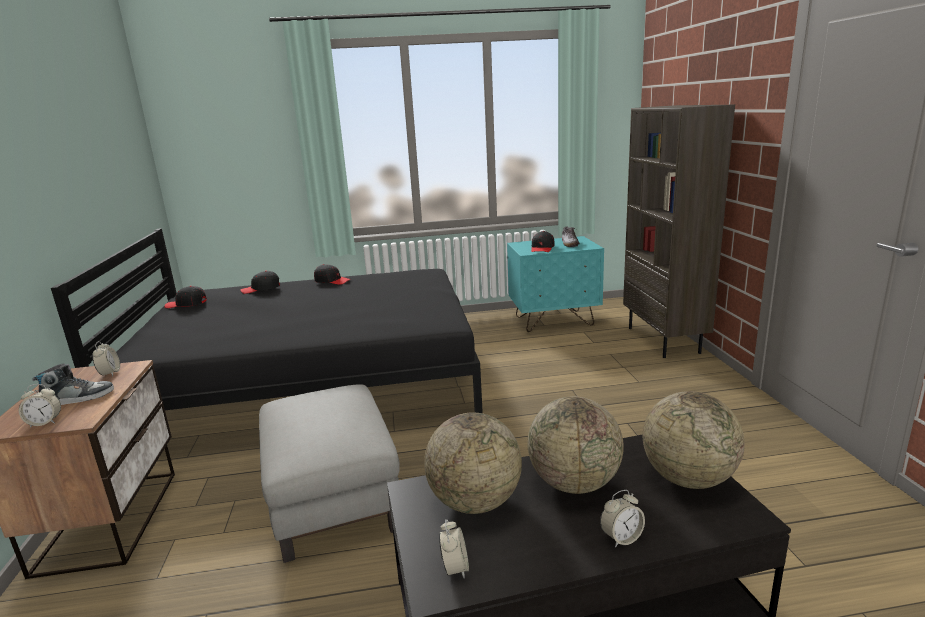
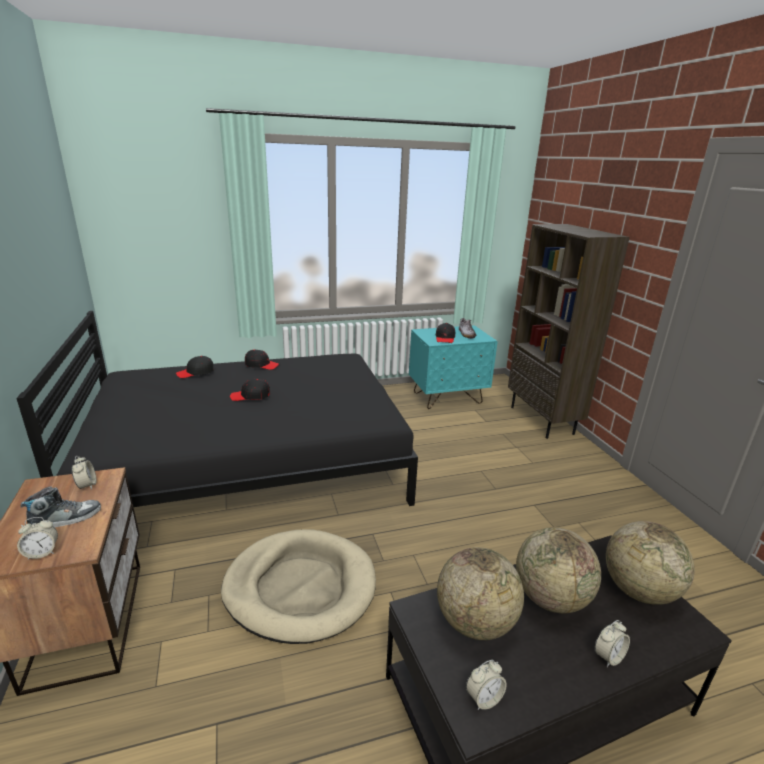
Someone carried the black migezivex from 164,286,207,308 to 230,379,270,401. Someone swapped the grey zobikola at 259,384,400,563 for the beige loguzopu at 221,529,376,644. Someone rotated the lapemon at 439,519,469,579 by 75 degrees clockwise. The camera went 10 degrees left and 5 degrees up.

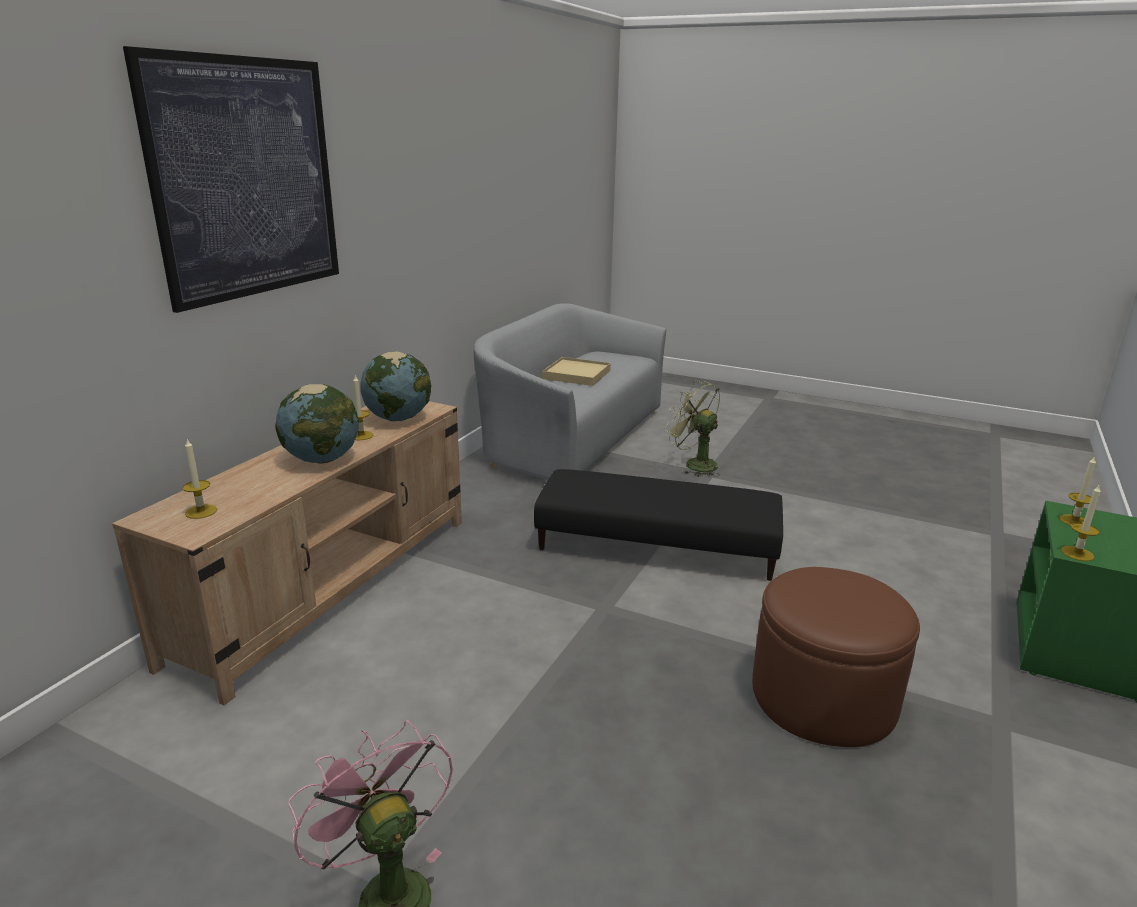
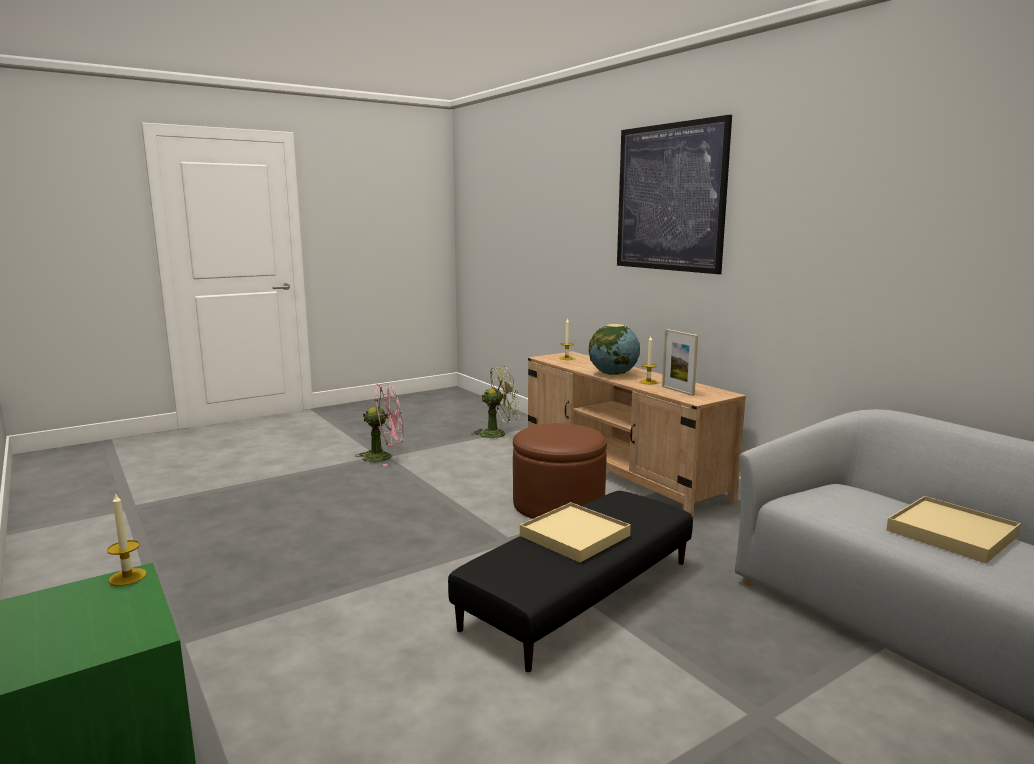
Someone swapped the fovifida at 360,351,431,421 for the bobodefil at 662,329,698,396. Someone carried the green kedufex from 665,381,720,477 to 471,366,520,440. Someone carried the brown zobikola from 752,567,920,747 to 513,423,607,519. Someone took away the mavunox at 1059,456,1096,526. Someone put down the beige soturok at 520,502,631,563. The camera went 120 degrees right and 10 degrees down.

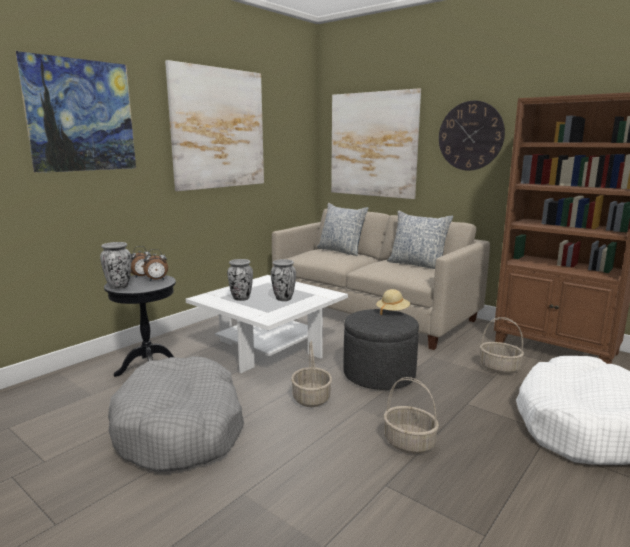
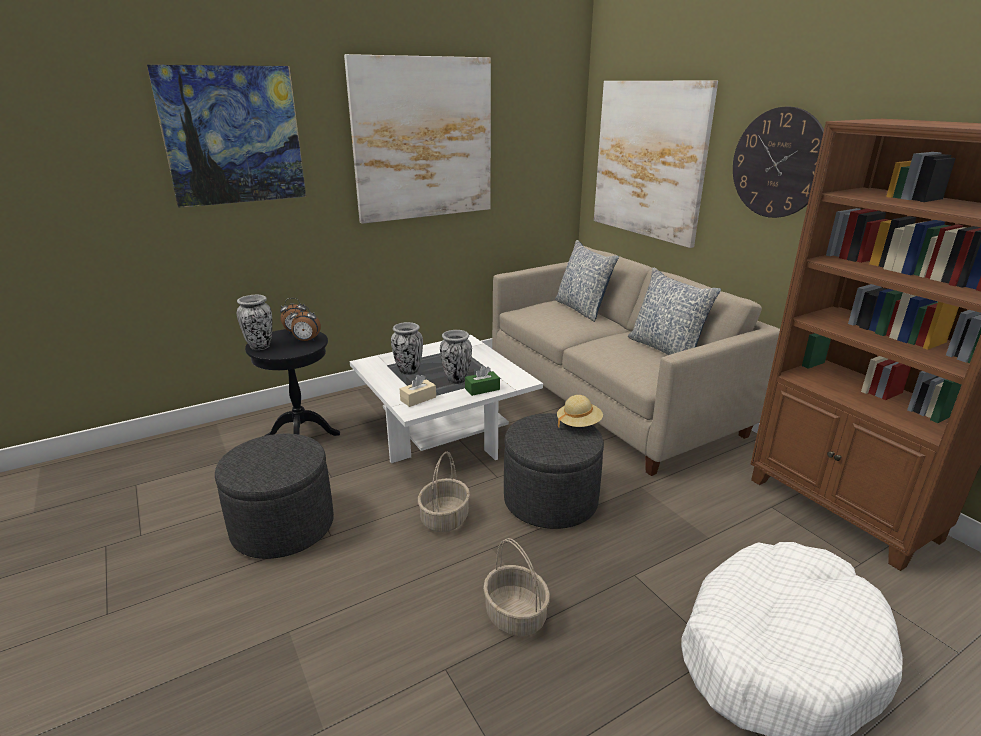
Someone swapped the grey loguzopu at 108,356,244,472 for the grey zobikola at 215,433,334,559. Someone took away the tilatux at 480,317,524,374. Someone put down the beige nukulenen at 400,375,436,407. Someone put down the green nukulenen at 465,366,500,396. The camera went 20 degrees right and 10 degrees up.

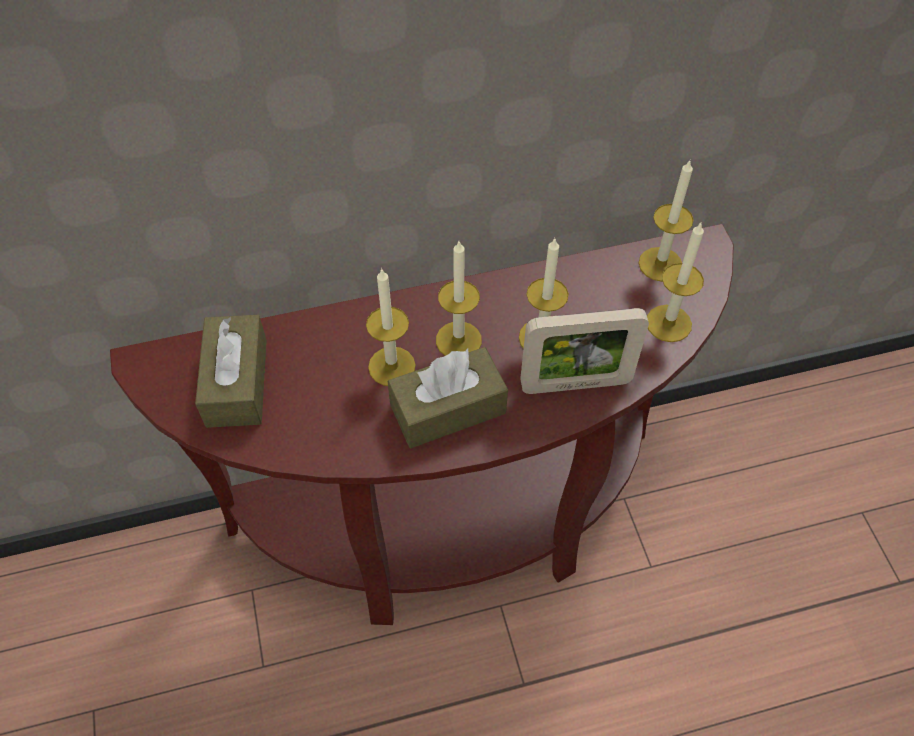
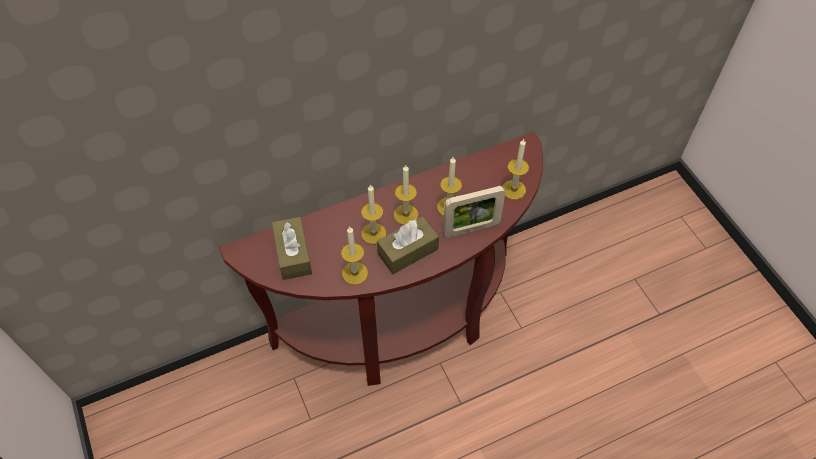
Someone carried the mavunox from 639,159,694,282 to 341,227,368,285. The camera went 10 degrees left and 0 degrees up.

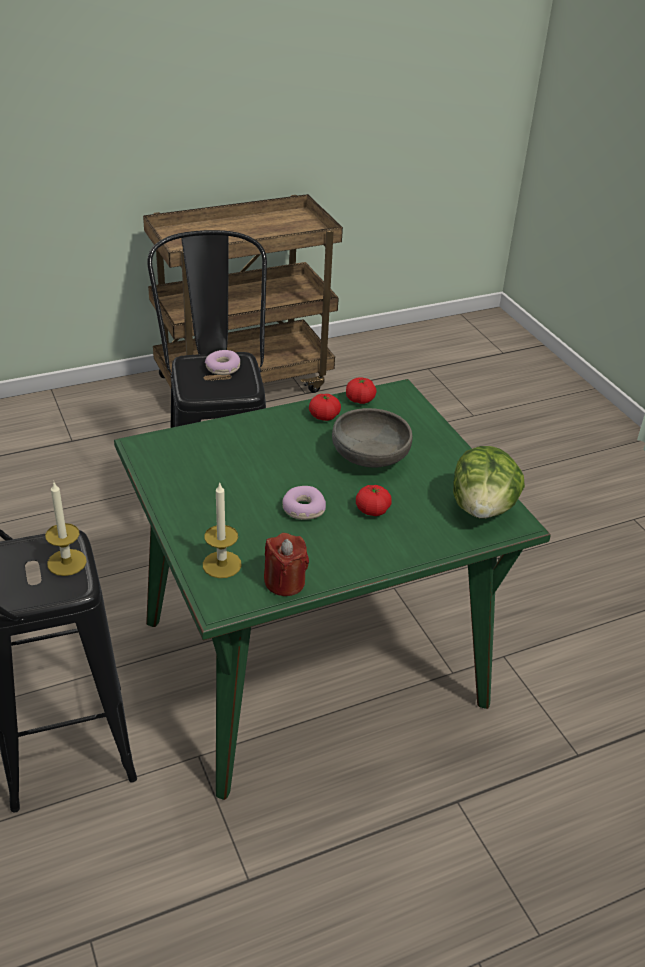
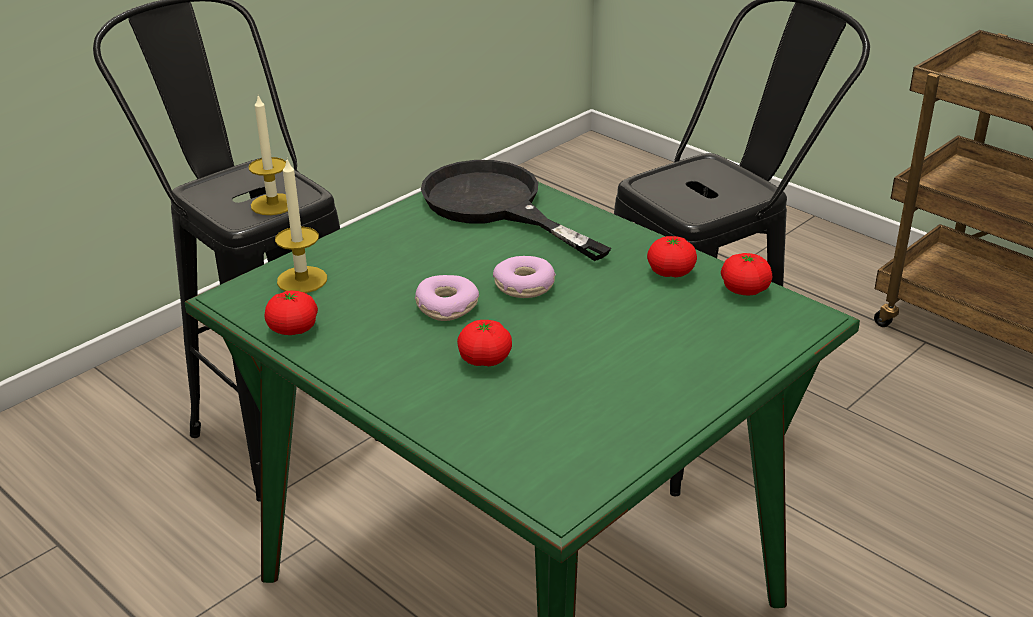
Someone carried the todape from 205,350,240,375 to 493,256,556,298. Someone swapped the red mavunox at 264,533,309,596 for the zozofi at 264,290,318,335. Someone took away the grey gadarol at 332,408,413,467. Someone took away the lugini at 453,446,525,518. Someone put down the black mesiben at 421,160,611,261. The camera went 70 degrees right and 5 degrees down.

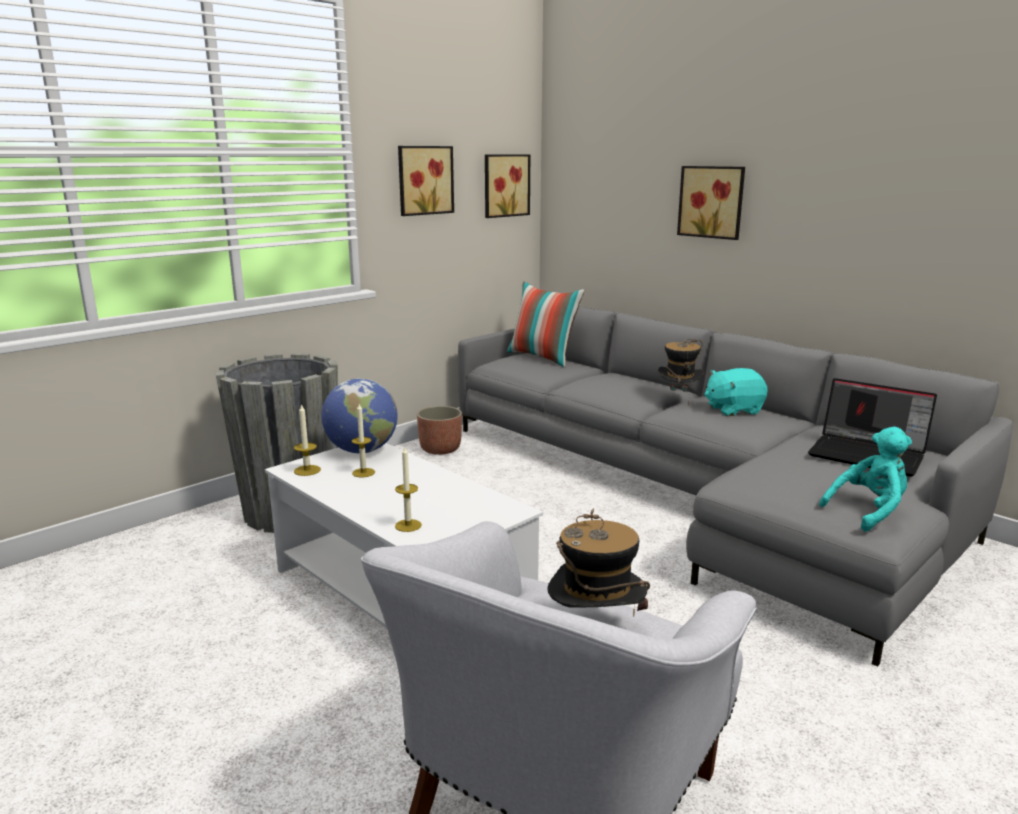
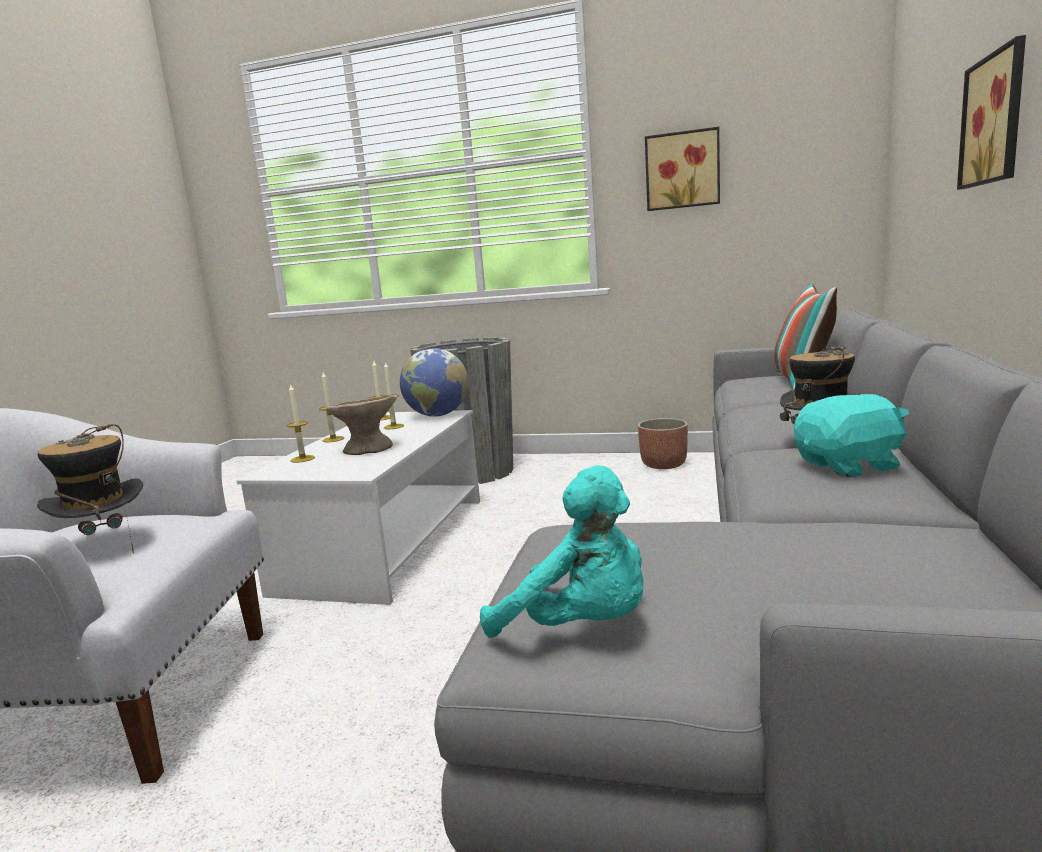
Someone took away the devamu at 485,154,530,218. Someone rotated the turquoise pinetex at 704,368,768,416 by 120 degrees clockwise. Someone took away the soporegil at 808,378,937,477. Someone put down the mavunox at 319,372,344,442. Someone put down the beige gadarol at 326,395,397,455. The camera went 60 degrees right and 5 degrees down.

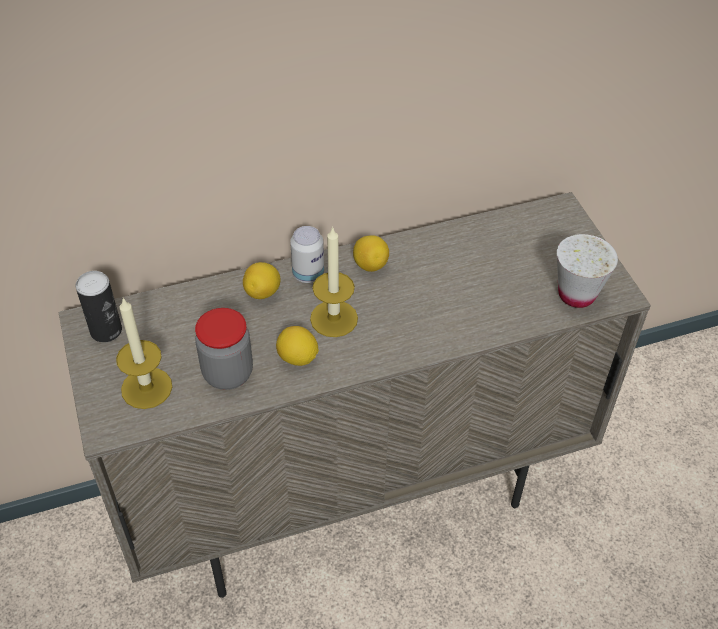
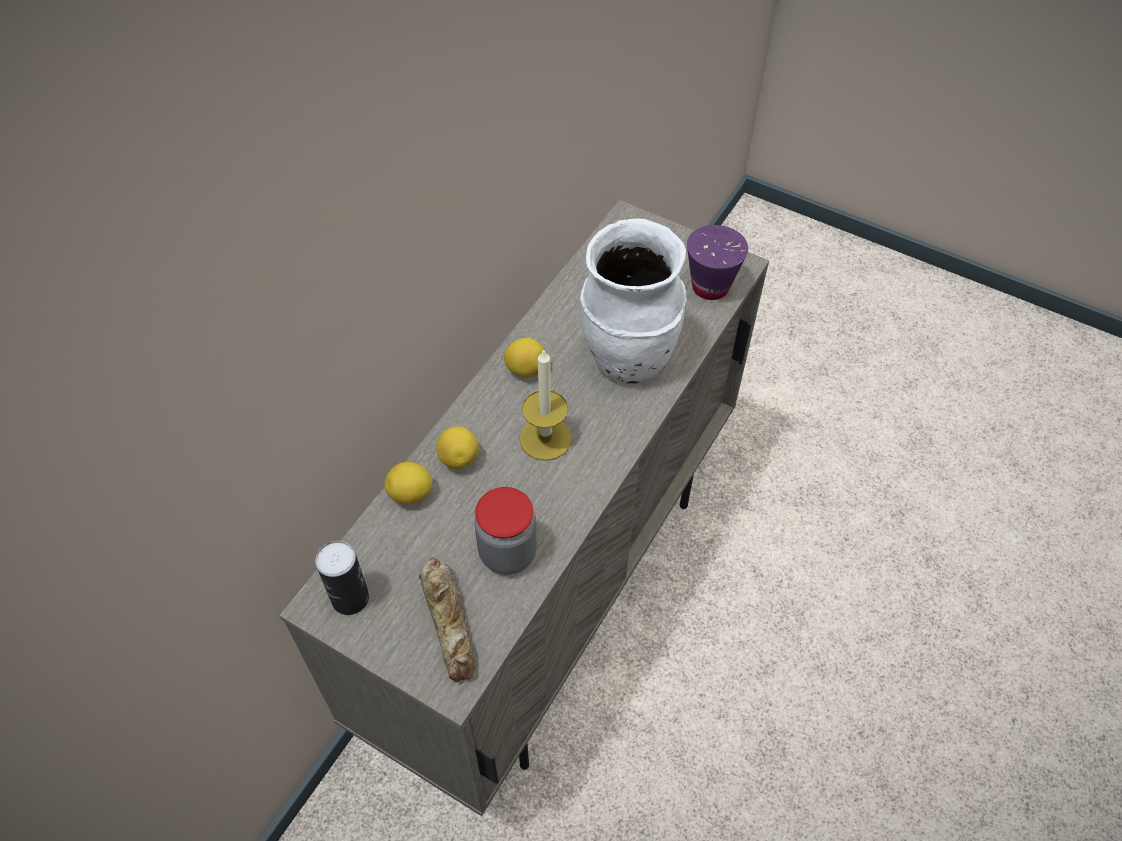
Someone swapped the mavunox at 116,298,172,409 for the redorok at 419,558,475,682. Someone carried the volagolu from 276,326,319,366 to 385,462,432,504. Someone took away the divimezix at 290,226,324,283. Someone repainted the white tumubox at 557,234,618,308, which became the purple tumubox at 687,225,748,300. Someone put down the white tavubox at 580,219,687,384. The camera went 40 degrees left and 5 degrees up.

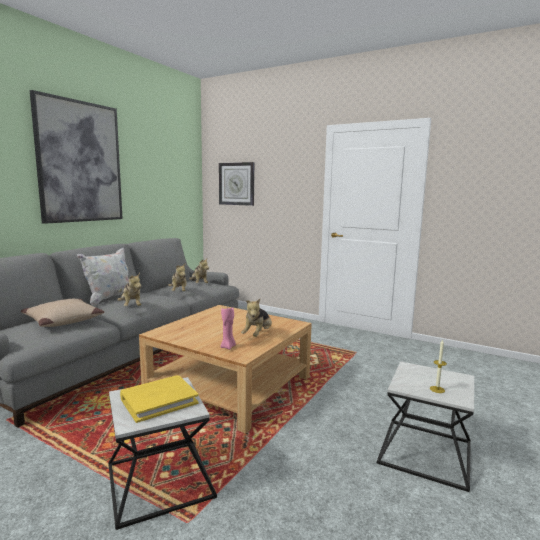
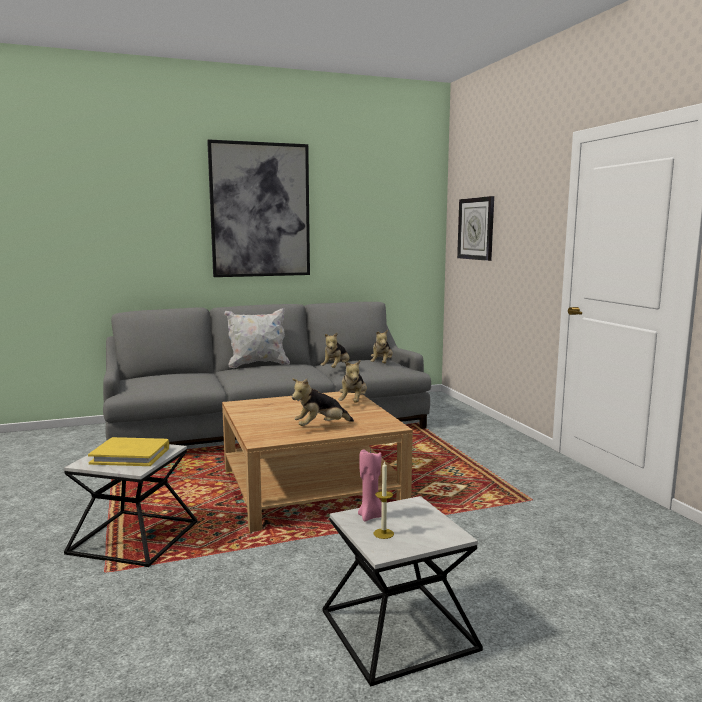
Someone took away the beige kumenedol at 21,299,104,327. Someone carried the pinetex from 117,273,141,306 to 339,360,367,403. Someone carried the pink mavunox from 220,307,236,350 to 358,448,382,522. The camera went 40 degrees right and 0 degrees up.

